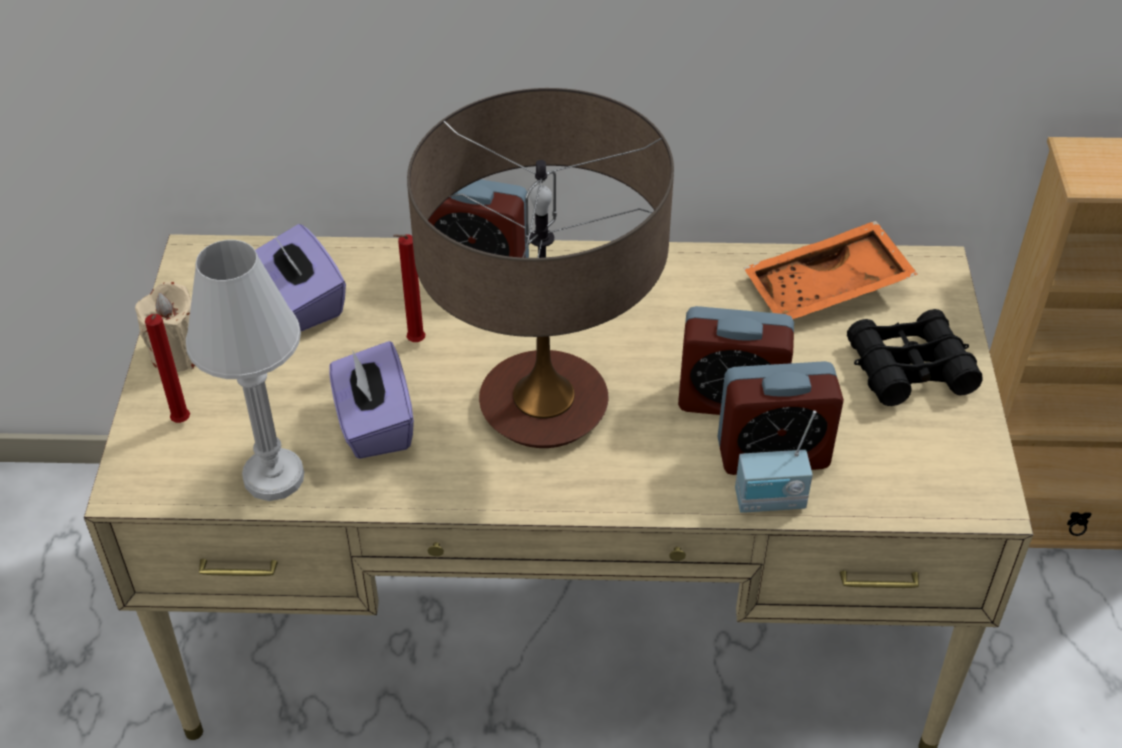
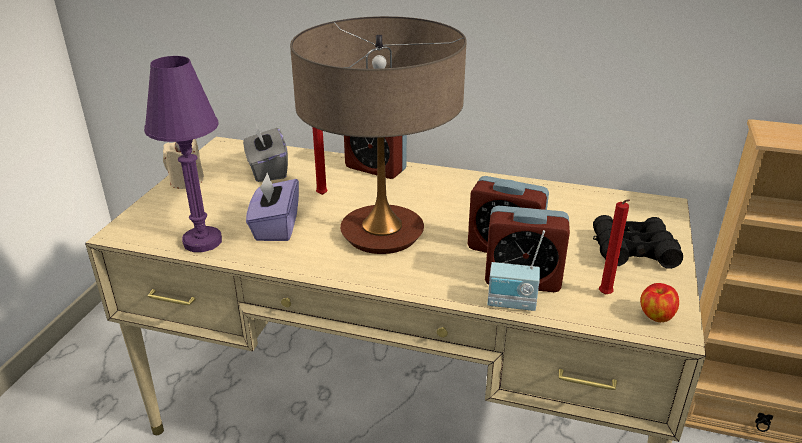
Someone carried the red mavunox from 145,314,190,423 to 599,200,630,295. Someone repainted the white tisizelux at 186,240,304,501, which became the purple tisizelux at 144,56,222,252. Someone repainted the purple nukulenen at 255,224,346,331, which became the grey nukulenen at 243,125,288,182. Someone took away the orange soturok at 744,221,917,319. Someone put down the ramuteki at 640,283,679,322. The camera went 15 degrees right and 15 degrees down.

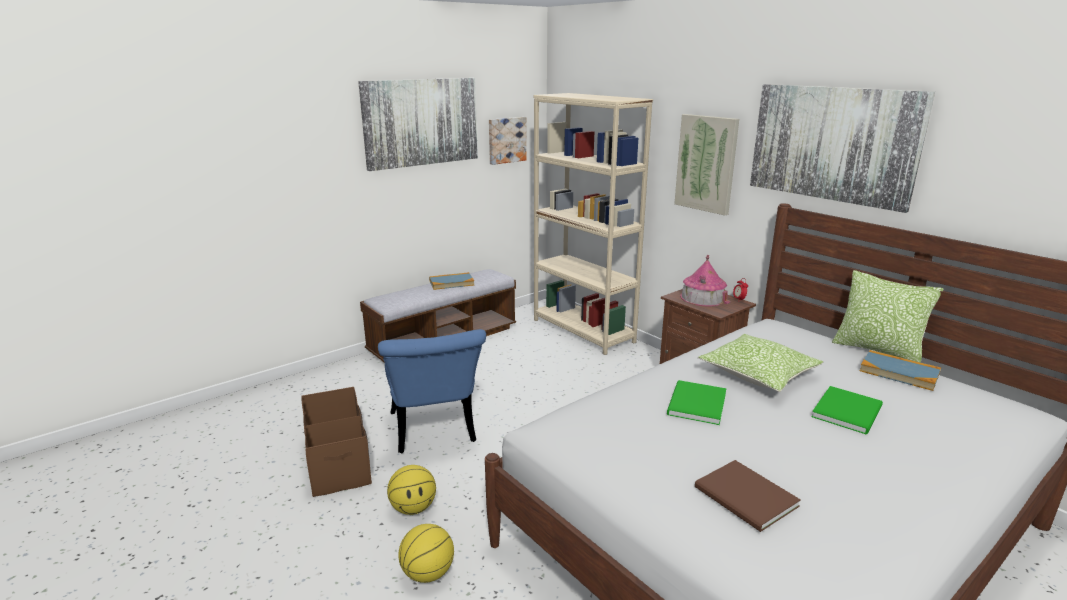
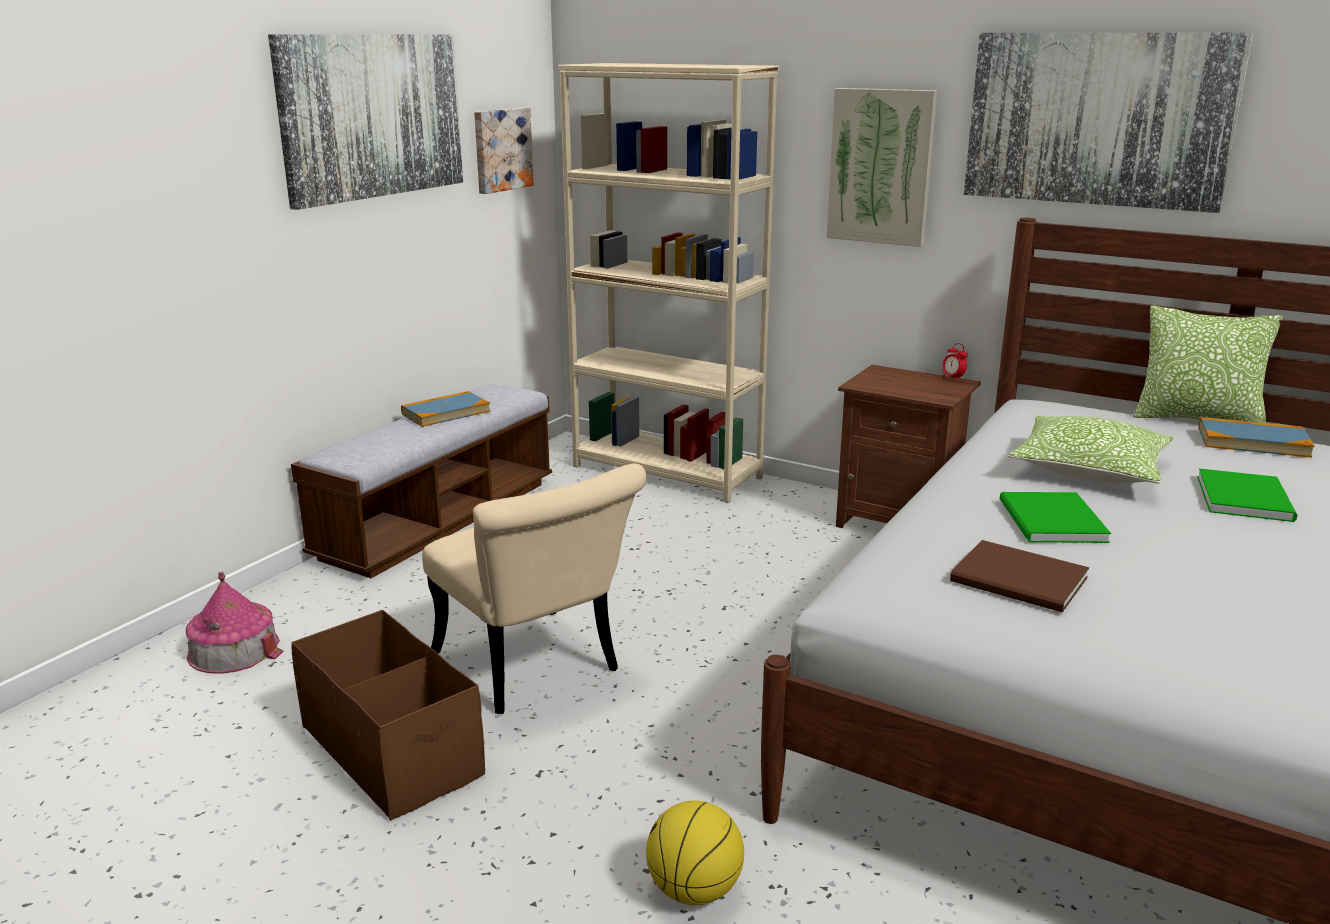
Someone repainted the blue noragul at 378,329,486,453, which became the beige noragul at 422,463,646,714. Someone took away the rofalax at 387,465,436,515. Someone carried the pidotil from 680,255,731,307 to 186,572,284,674. Someone carried the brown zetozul from 695,460,801,532 to 950,540,1089,613. The camera went 20 degrees left and 0 degrees up.

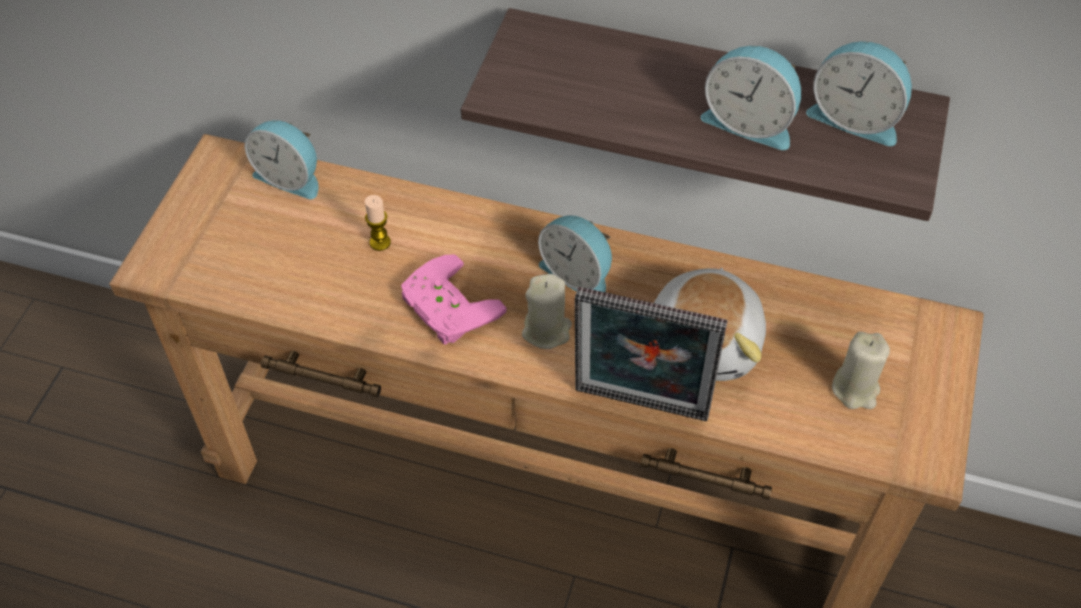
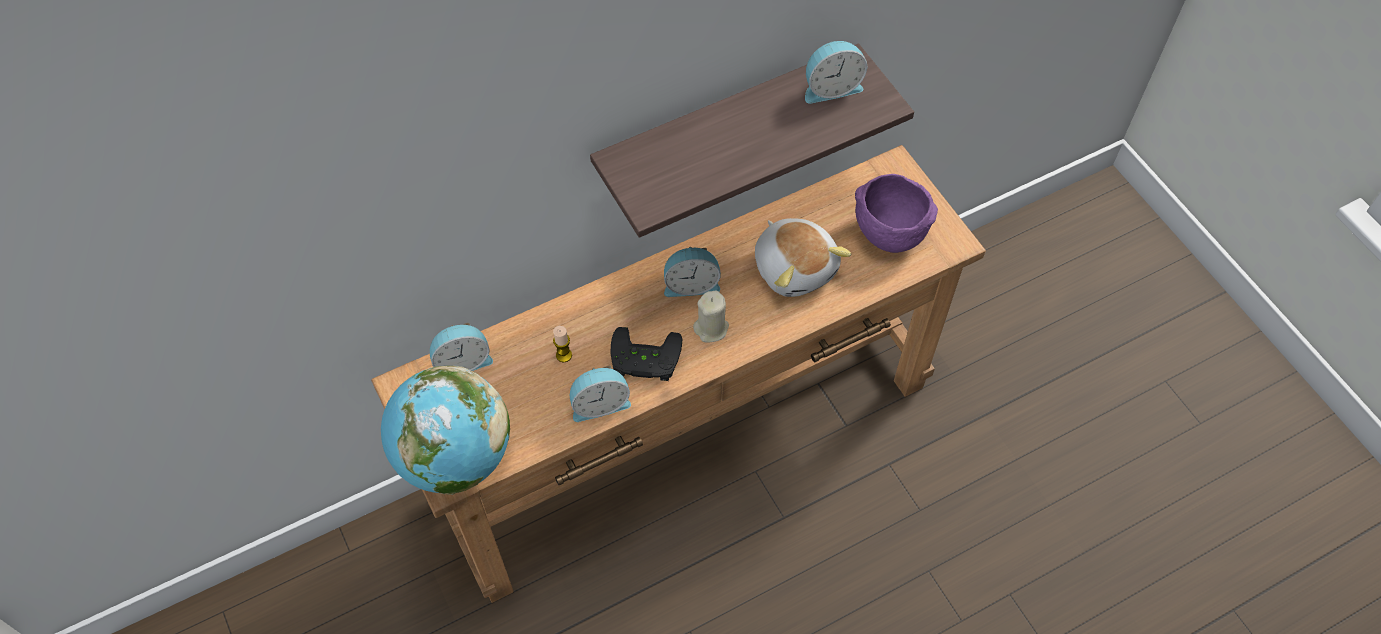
Someone repainted the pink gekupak at 401,255,507,345, which became the black gekupak at 611,327,683,381. Someone took away the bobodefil at 575,287,728,421. Someone carried the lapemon from 701,46,801,150 to 570,366,631,422. Someone swapped the beige mavunox at 832,332,890,409 for the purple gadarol at 855,174,938,253. Someone put down the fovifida at 381,366,510,495. The camera went 45 degrees left and 5 degrees up.

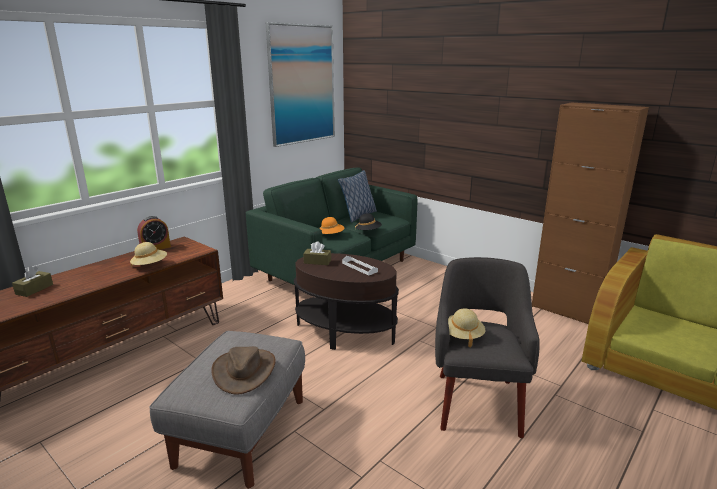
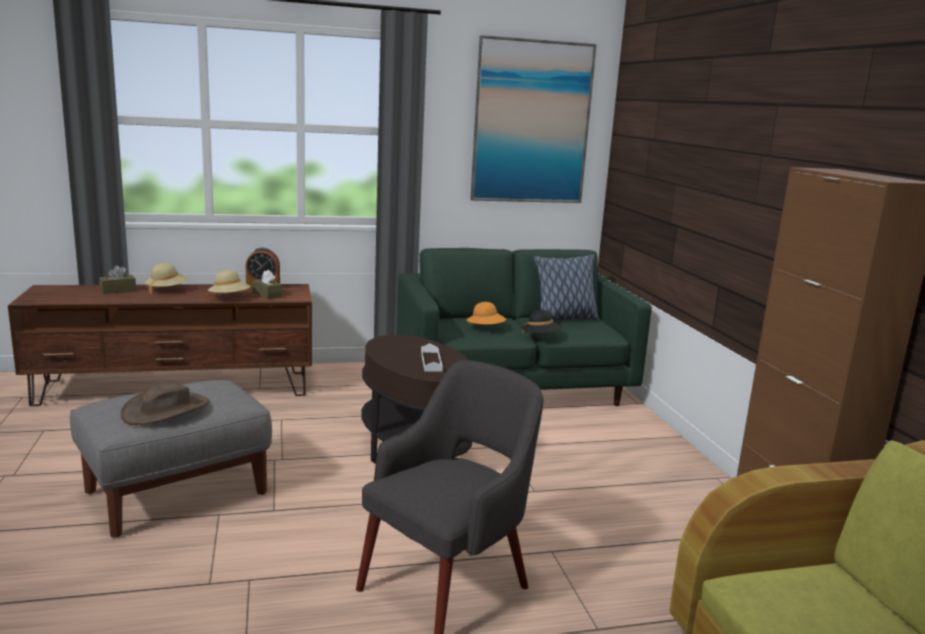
Someone carried the brown nukulenen from 303,241,331,265 to 252,270,282,299. Someone carried the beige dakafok from 448,308,485,347 to 145,263,188,294. The camera went 35 degrees right and 5 degrees down.

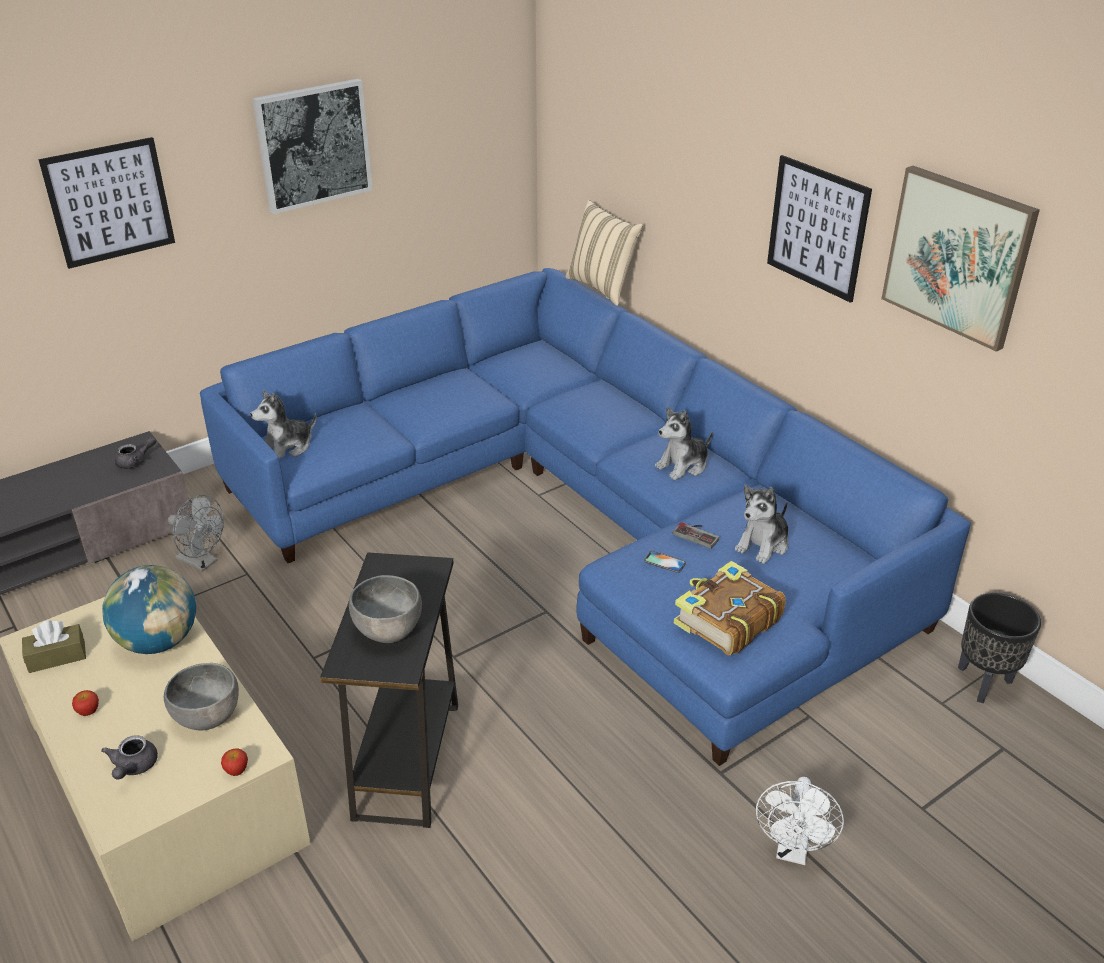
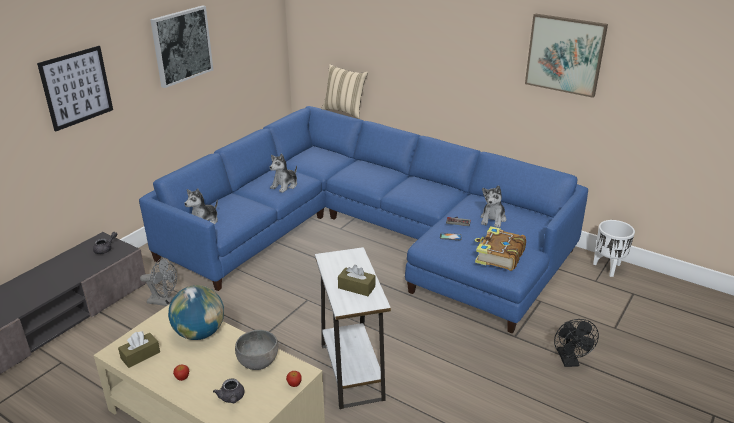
Someone repainted the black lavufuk at 320,553,458,828, which became the white lavufuk at 315,247,391,409. Someone swapped the grey gadarol at 349,575,422,643 for the brown nukulenen at 338,265,375,296. Someone carried the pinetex from 655,407,713,480 to 270,154,297,193. Someone repainted the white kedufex at 756,777,844,865, which became the black kedufex at 554,319,599,367. Someone took away the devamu at 767,155,872,303. Someone repainted the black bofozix at 958,593,1041,703, which became the white bofozix at 593,220,635,277. The camera went 20 degrees left and 5 degrees down.

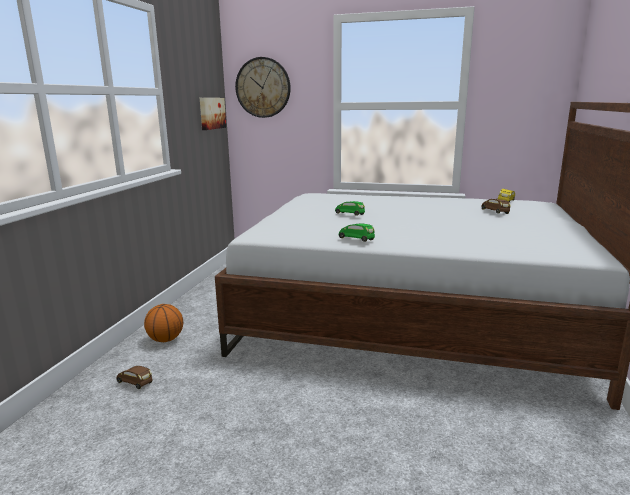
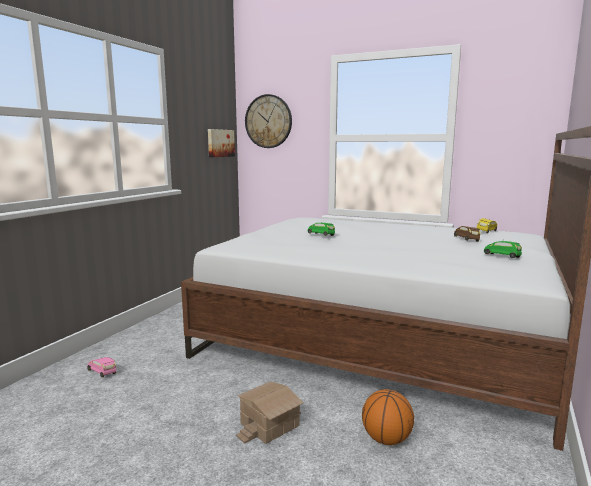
Someone repainted the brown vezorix at 116,366,152,389, which became the pink vezorix at 87,357,116,378. Someone carried the rofalax from 144,304,183,342 to 362,389,414,445. Someone carried the green vezorix from 339,223,375,242 to 484,241,522,258. Someone put down the pidotil at 236,381,304,444. The camera went 10 degrees right and 5 degrees down.

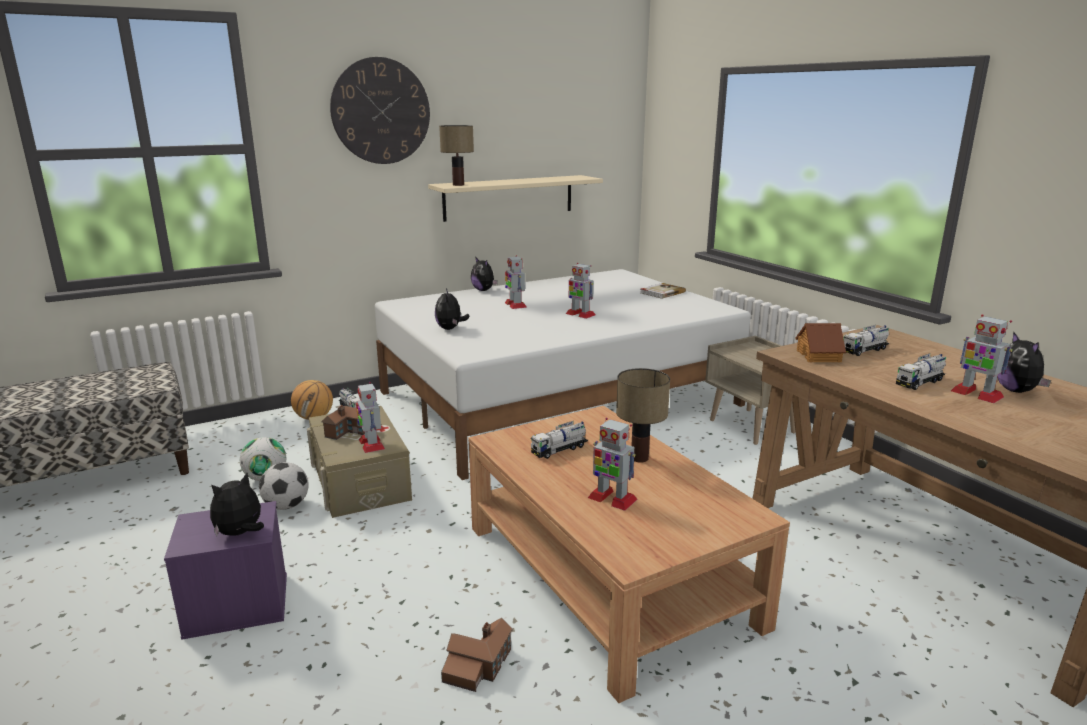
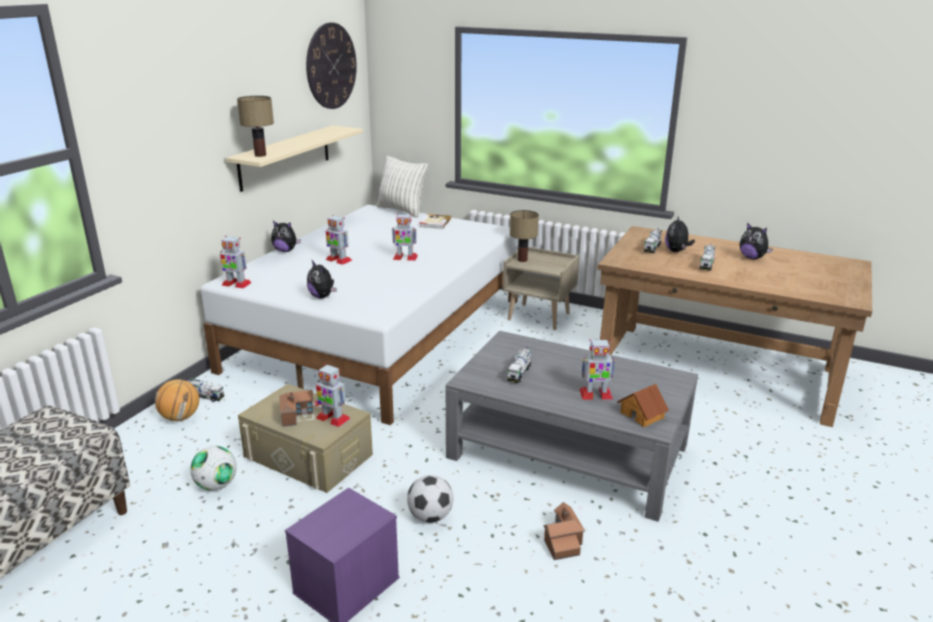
Someone carried the pinetex from 210,473,264,536 to 665,217,695,252. Someone carried the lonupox from 259,462,309,510 to 407,475,453,523. Someone carried the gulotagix from 330,57,430,164 to 306,23,357,109. Someone repainted the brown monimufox at 468,406,790,703, which became the grey monimufox at 445,331,698,522. Someone carried the tisizelux from 616,368,670,463 to 510,210,539,262. Someone carried the pidotil from 796,323,846,363 to 617,384,669,427. Someone carried the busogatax from 951,314,1013,403 to 220,236,252,289. Someone put down the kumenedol at 377,156,428,217. The camera went 35 degrees left and 5 degrees up.

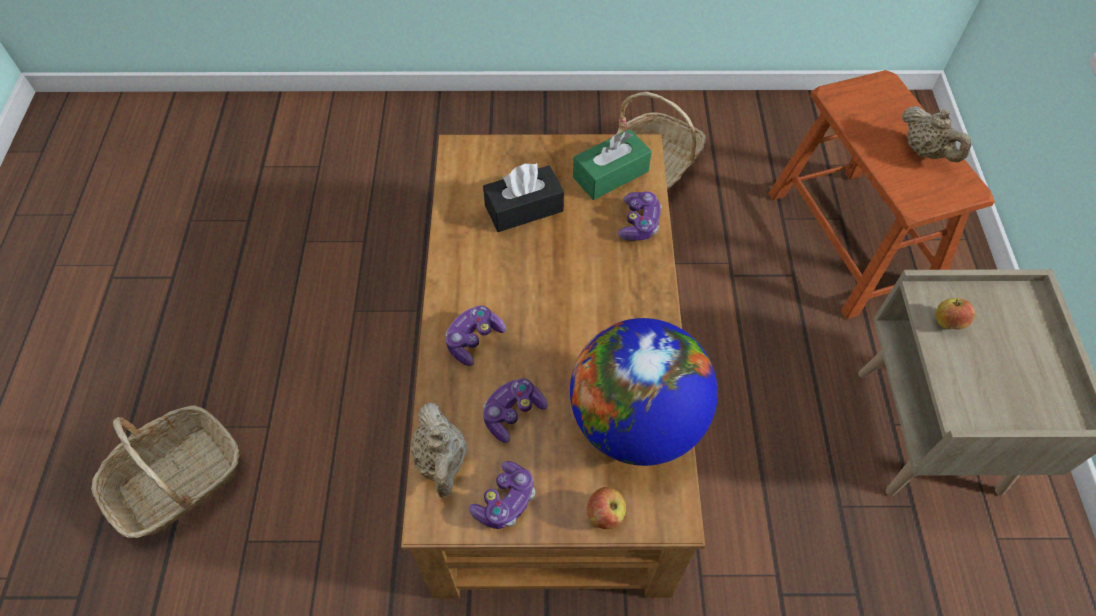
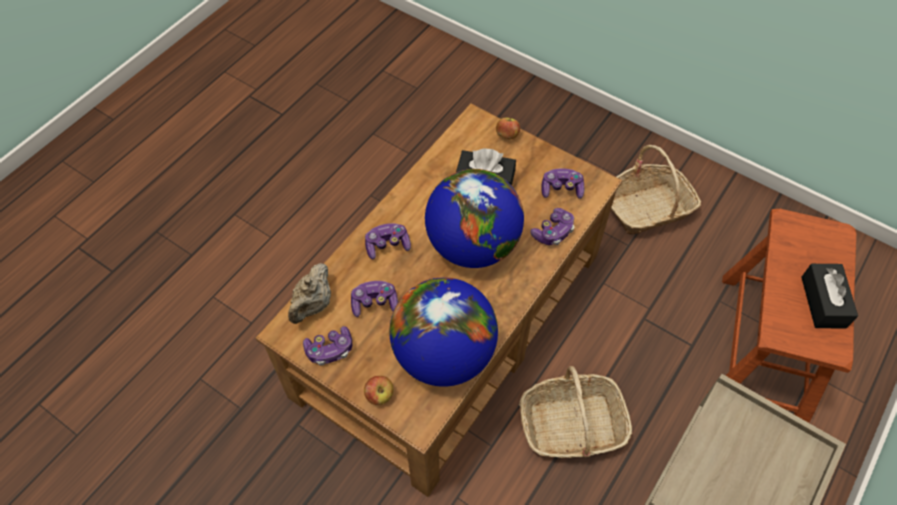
Someone carried the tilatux from 91,405,240,538 to 519,366,632,458. Someone swapped the green nukulenen at 573,129,652,200 for the gekupak at 542,168,584,199. Someone swapped the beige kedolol at 902,106,972,162 for the black nukulenen at 801,264,858,329. Someone carried the ramuteki from 936,298,975,330 to 496,117,520,139. Someone put down the fovifida at 425,169,524,268. The camera went 35 degrees right and 0 degrees up.

